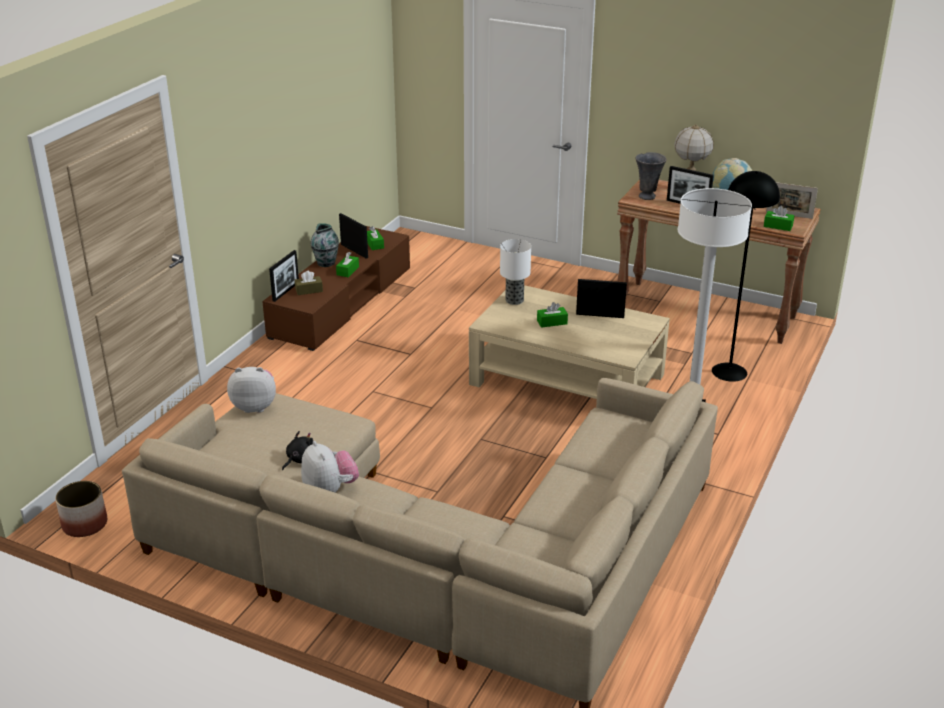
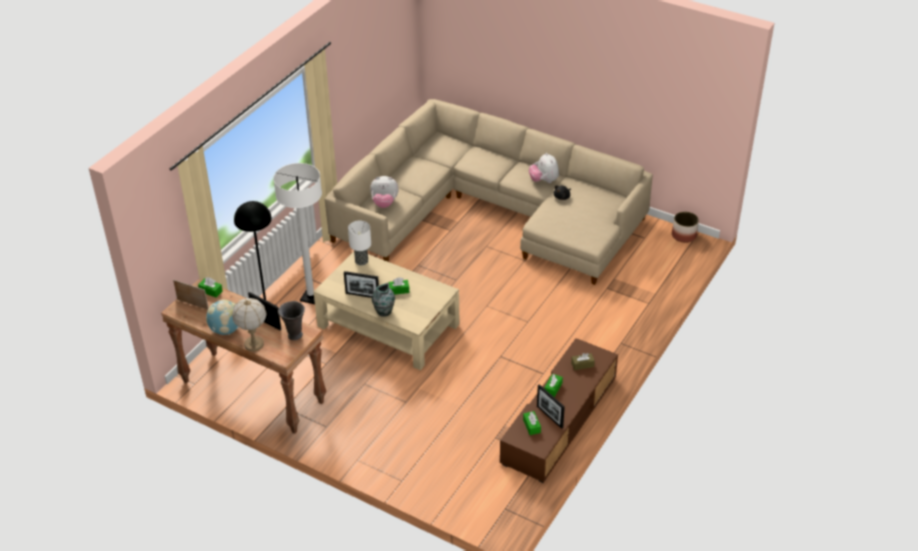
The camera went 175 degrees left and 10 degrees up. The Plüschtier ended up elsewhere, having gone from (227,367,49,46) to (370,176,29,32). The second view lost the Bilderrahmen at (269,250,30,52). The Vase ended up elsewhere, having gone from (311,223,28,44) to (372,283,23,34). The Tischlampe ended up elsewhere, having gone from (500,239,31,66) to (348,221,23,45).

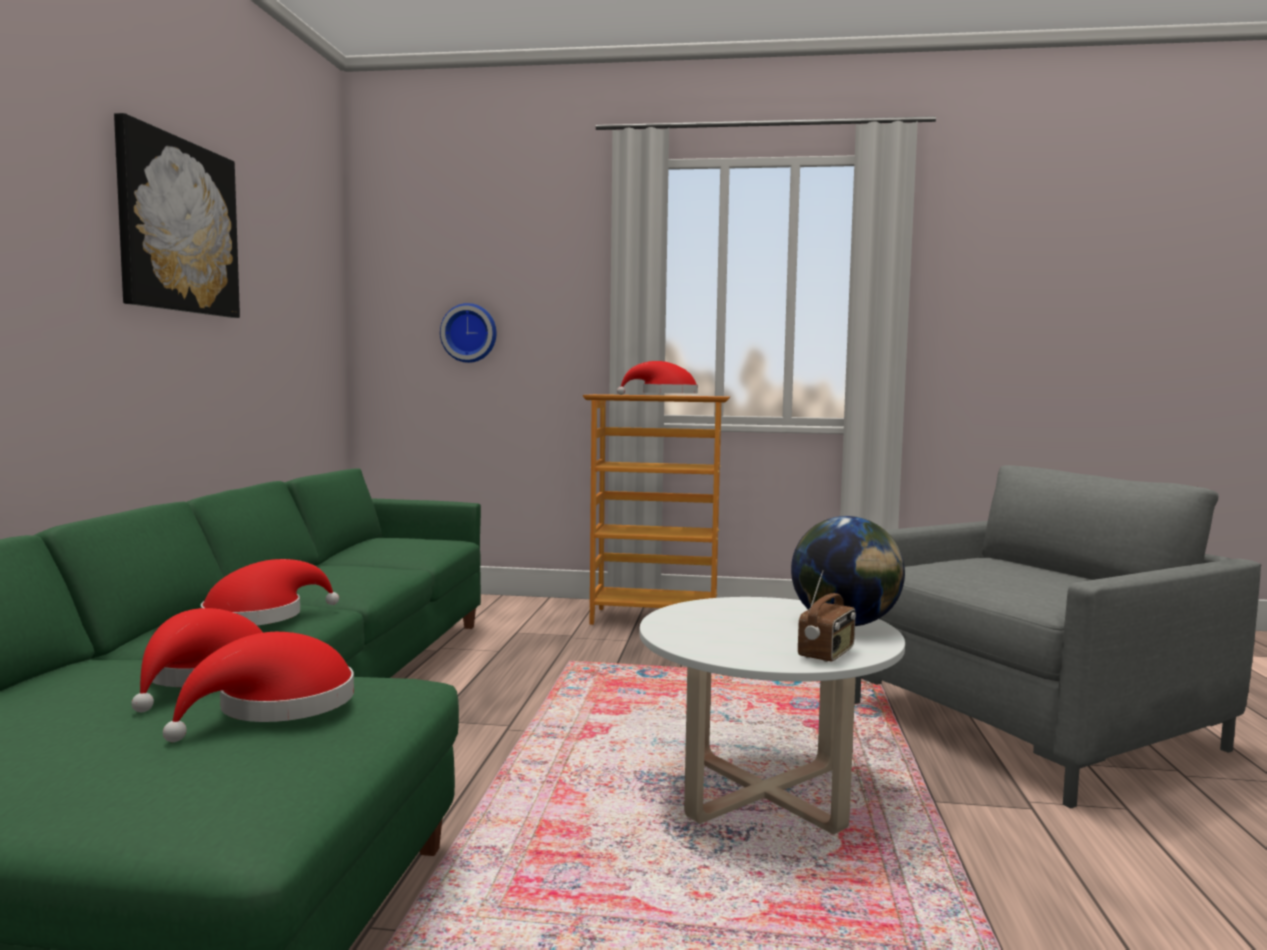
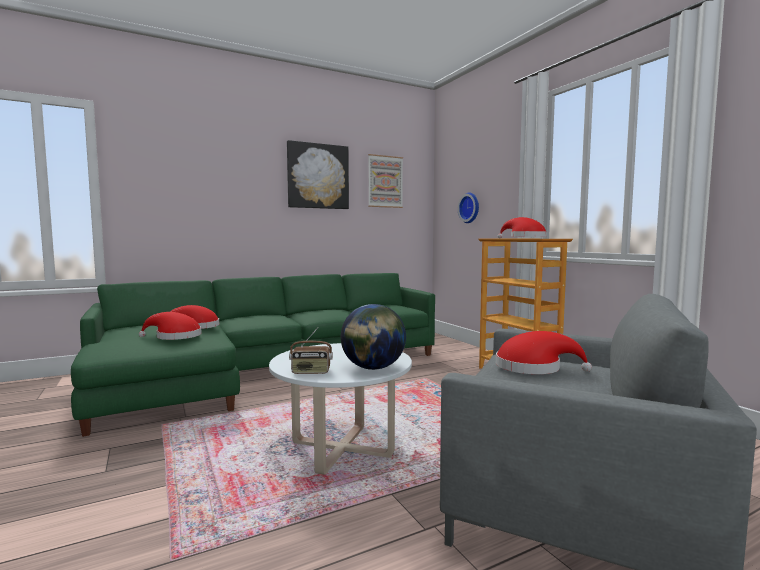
The camera went 55 degrees right and 0 degrees up. The Hut [rot] ended up elsewhere, having gone from (201,559,138,66) to (496,331,96,43). The second view gained the Bild at (368,154,35,54).

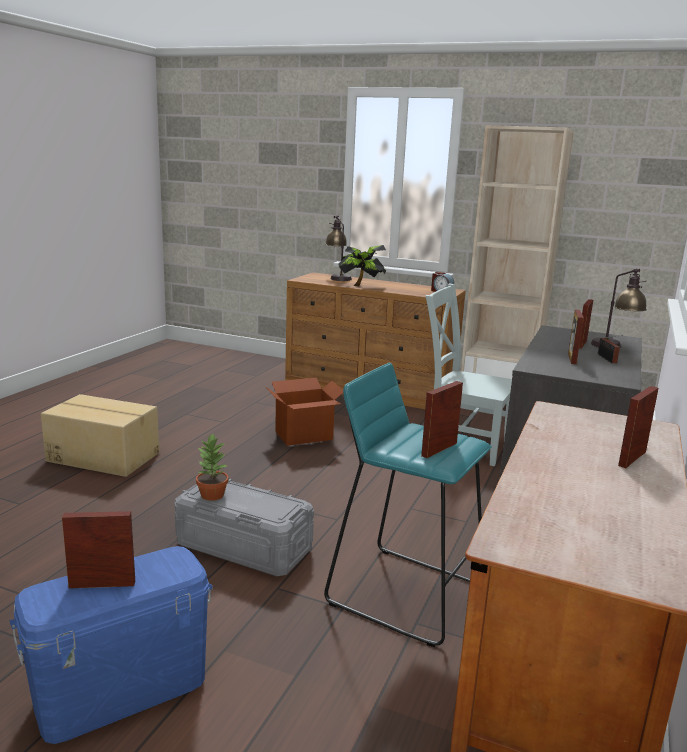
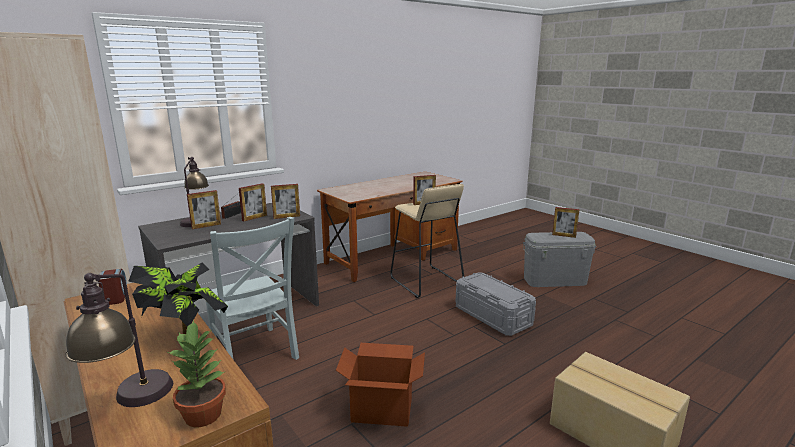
The camera went 150 degrees left and 0 degrees up. What was the Aufbewahrungsbox [blau] at (9,546,204,198) turned into the Aufbewahrungsbox [grau] at (523,232,73,55). The Topfpflanze ended up elsewhere, having gone from (196,433,32,68) to (168,320,58,107). What was the Hocker [türkis] at (324,363,168,284) turned into the Hocker [beige] at (390,184,74,114). The Bilderrahmen ended up elsewhere, having gone from (618,386,40,82) to (271,184,29,35).

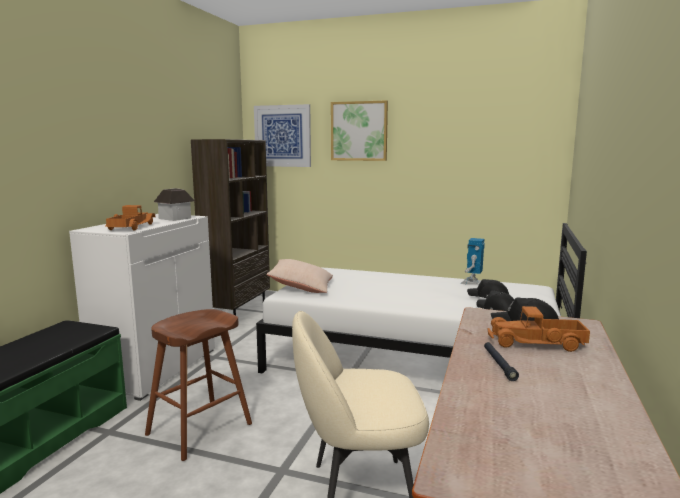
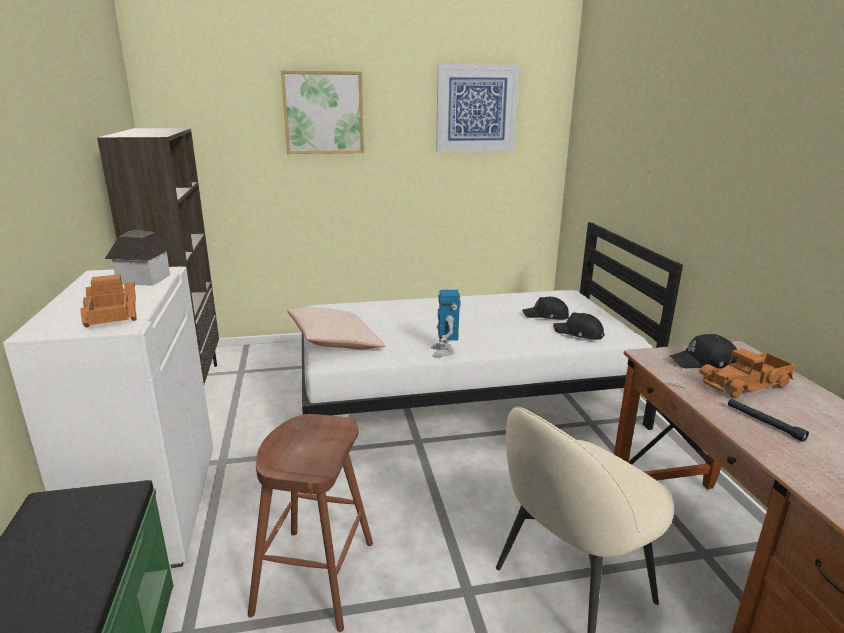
The camera went 30 degrees left and 10 degrees up. The Bild ended up elsewhere, having gone from (254,104,57,63) to (436,64,83,88). The Spielzeugroboter ended up elsewhere, having gone from (461,238,24,47) to (431,290,30,67).

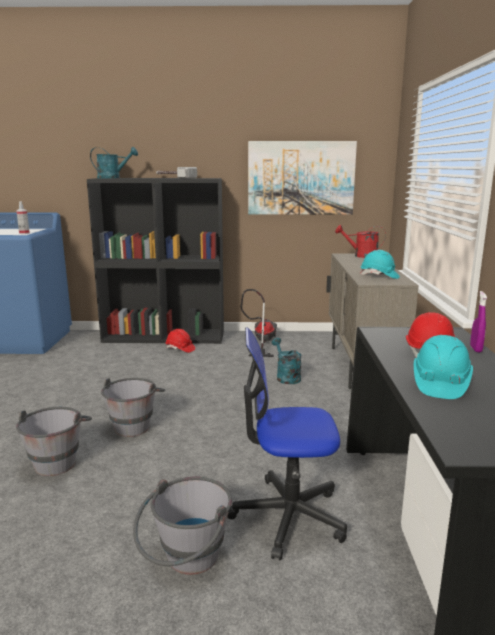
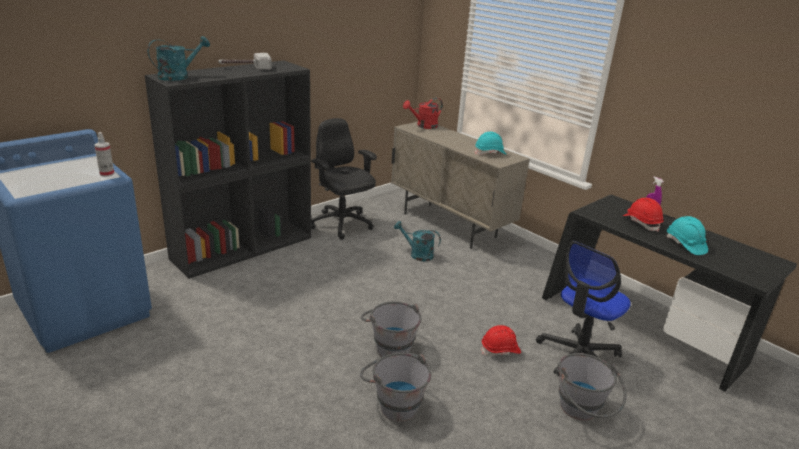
The camera went 45 degrees left and 10 degrees up. The Schutzhelm [rot] ended up elsewhere, having gone from (166,329,29,24) to (481,325,40,31). Where the Staubsauger stood at (241,289,36,68), the Bürostuhl [schwarz] came to stand at (311,118,66,122). The second view lost the Bild at (248,141,109,74).

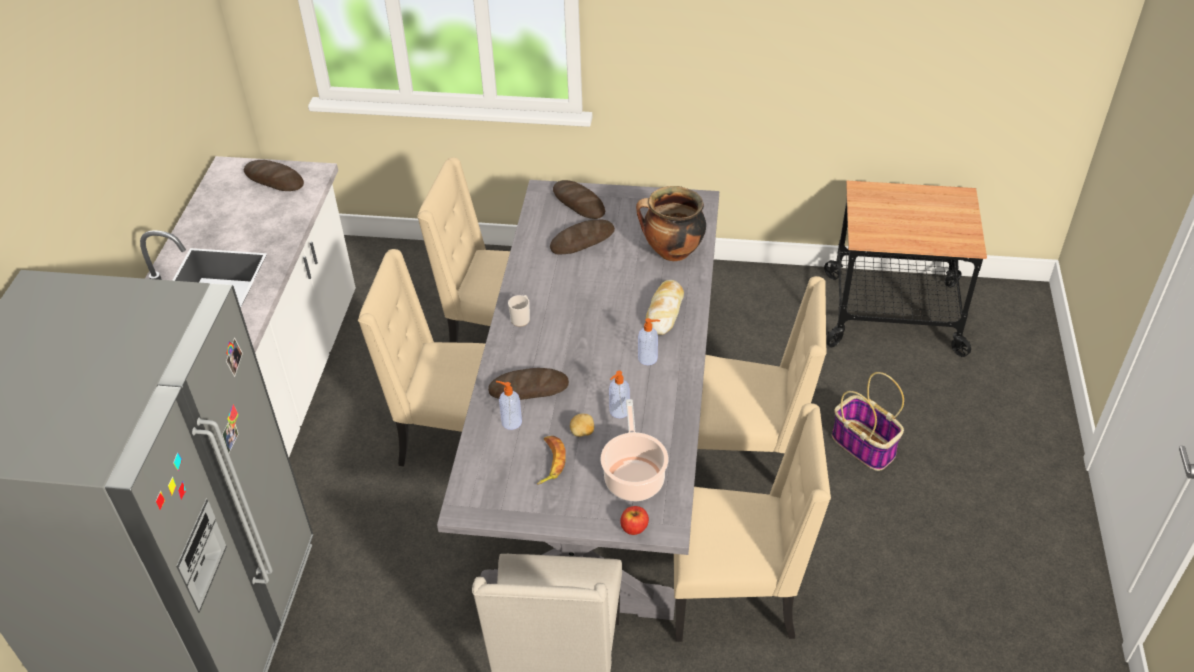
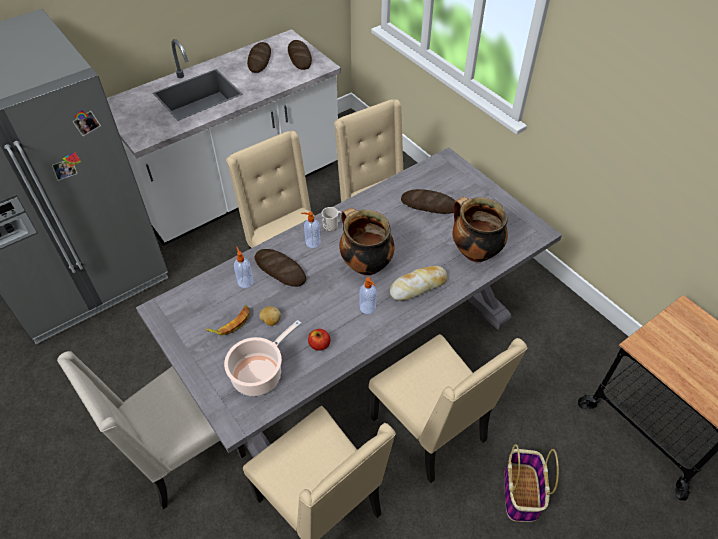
The camera went 45 degrees right and 5 degrees up. The Brot ended up elsewhere, having gone from (553,180,52,39) to (247,42,24,31). The Seifenspender ended up elsewhere, having gone from (609,371,21,47) to (301,212,20,36). The Apfel ended up elsewhere, having gone from (620,506,29,29) to (308,329,23,22). The second view gained the Kochtopf at (339,208,55,68).

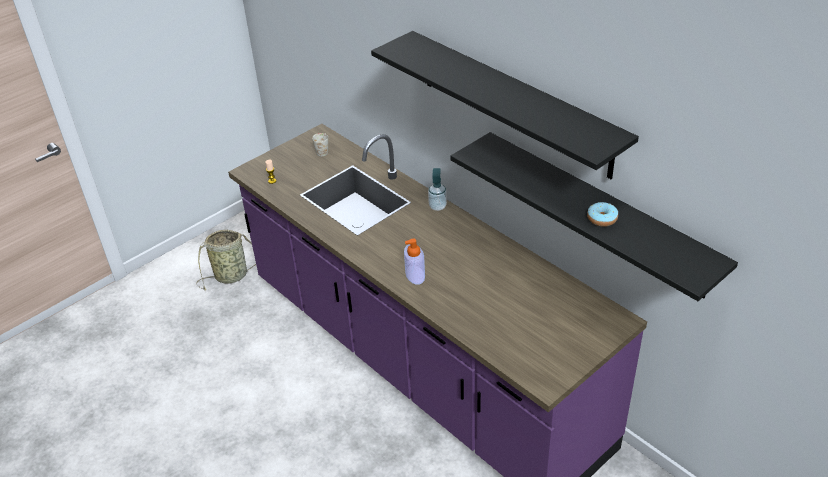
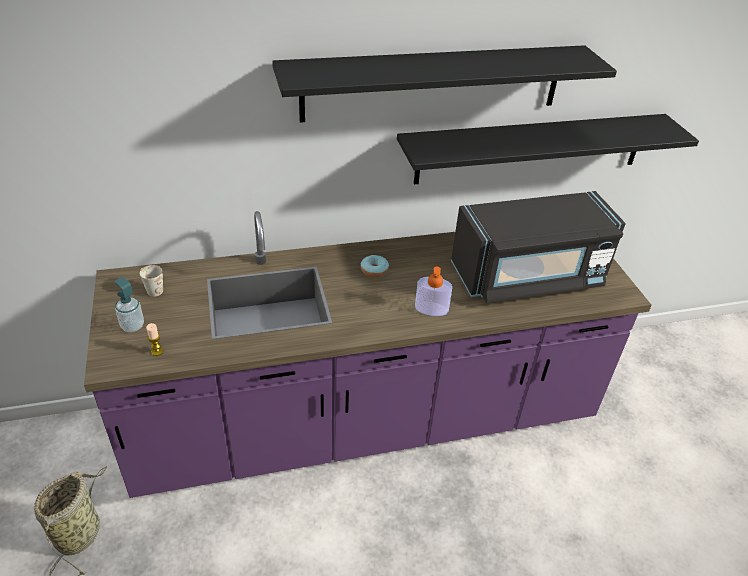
The camera went 65 degrees left and 0 degrees up. The Seifenspender ended up elsewhere, having gone from (428,168,19,43) to (115,277,29,55). The Donut ended up elsewhere, having gone from (587,202,31,25) to (361,255,28,22). The second view gained the Mikrowelle [schwarz] at (451,191,174,112).

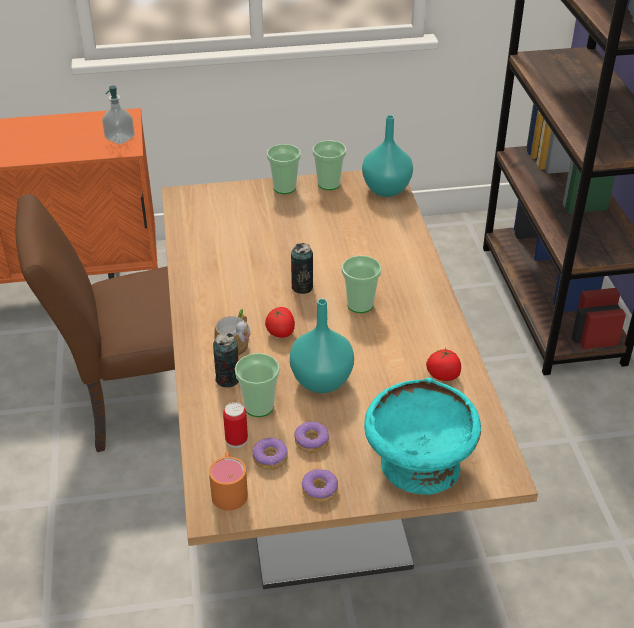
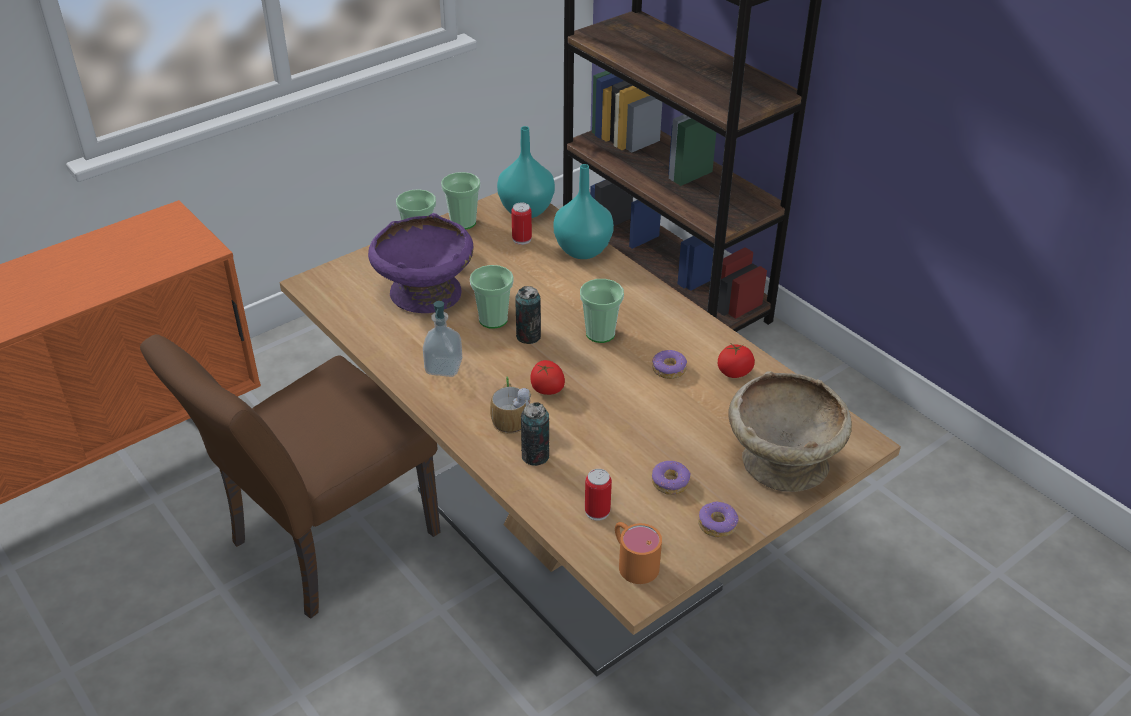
The camera went 30 degrees left and 0 degrees up. The Seifenspender ended up elsewhere, having gone from (102,86,33,59) to (423,301,39,76). The Tasse ended up elsewhere, having gone from (235,353,45,64) to (470,265,44,64). The Donut ended up elsewhere, having gone from (252,438,36,32) to (652,350,35,29). The Vase [türkis] ended up elsewhere, having gone from (290,299,64,94) to (553,164,61,95). What was the Schüssel [türkis] at (364,377,117,118) turned into the Schüssel [beige] at (728,371,124,121). The second view gained the Schüssel [lila] at (368,213,106,100). The second view gained the Dose at (511,202,21,43).

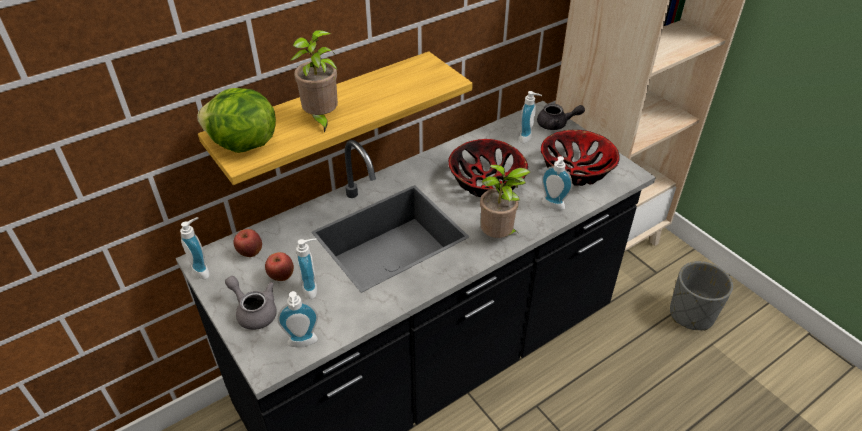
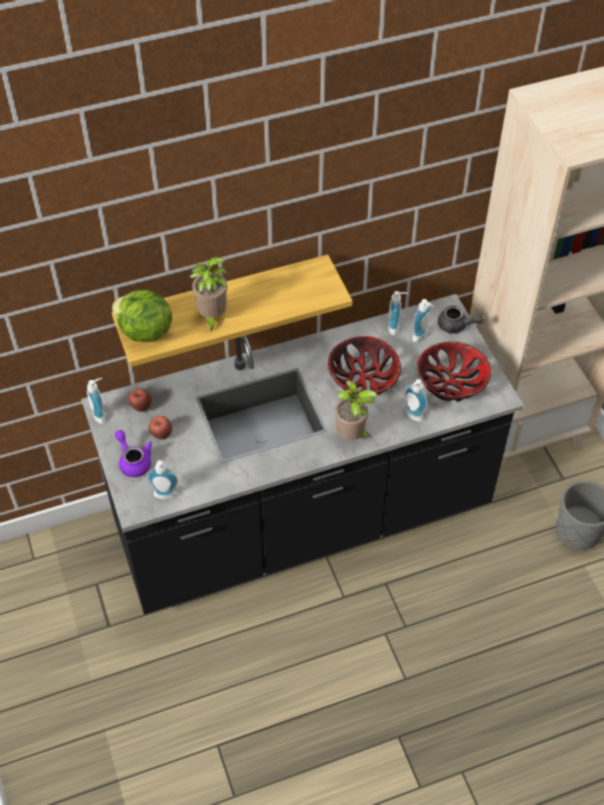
The camera went 15 degrees right and 10 degrees up. What was the Teekanne [grau] at (225,276,52,54) turned into the Teekanne [lila] at (115,430,37,47). The Seifenspender ended up elsewhere, having gone from (296,239,21,60) to (388,291,20,45).

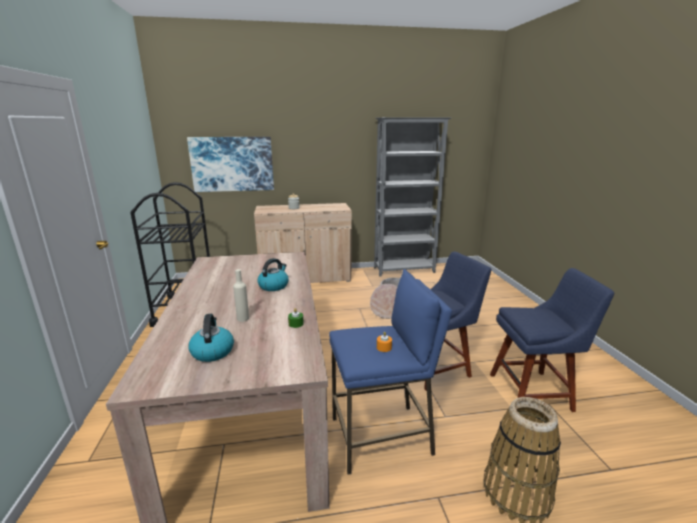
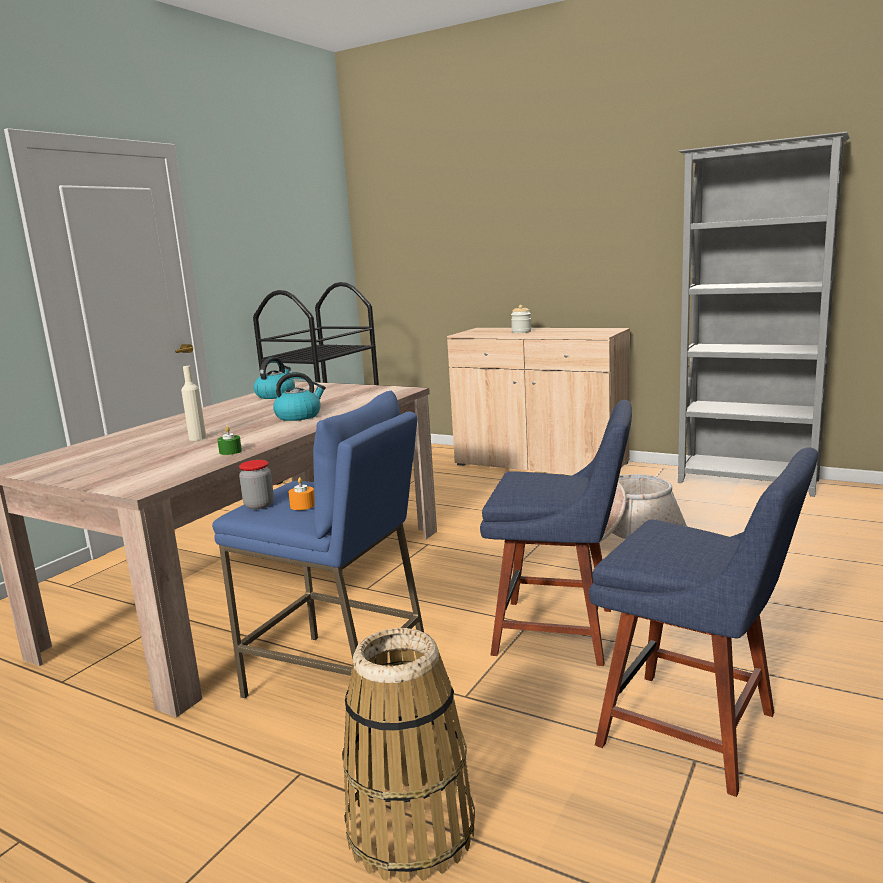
The camera went 40 degrees right and 5 degrees down. The second view lost the Bild at (187,137,87,55). The Wasserkessel ended up elsewhere, having gone from (188,314,46,48) to (254,357,41,42). The second view gained the Vorratsglas at (239,460,35,49).

